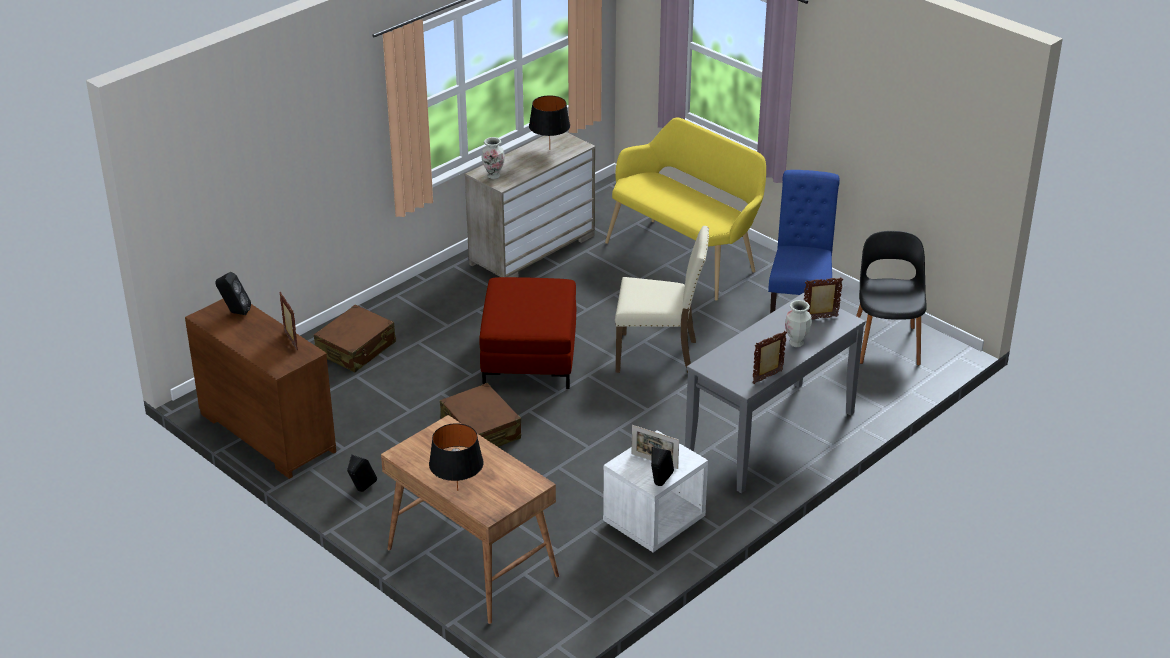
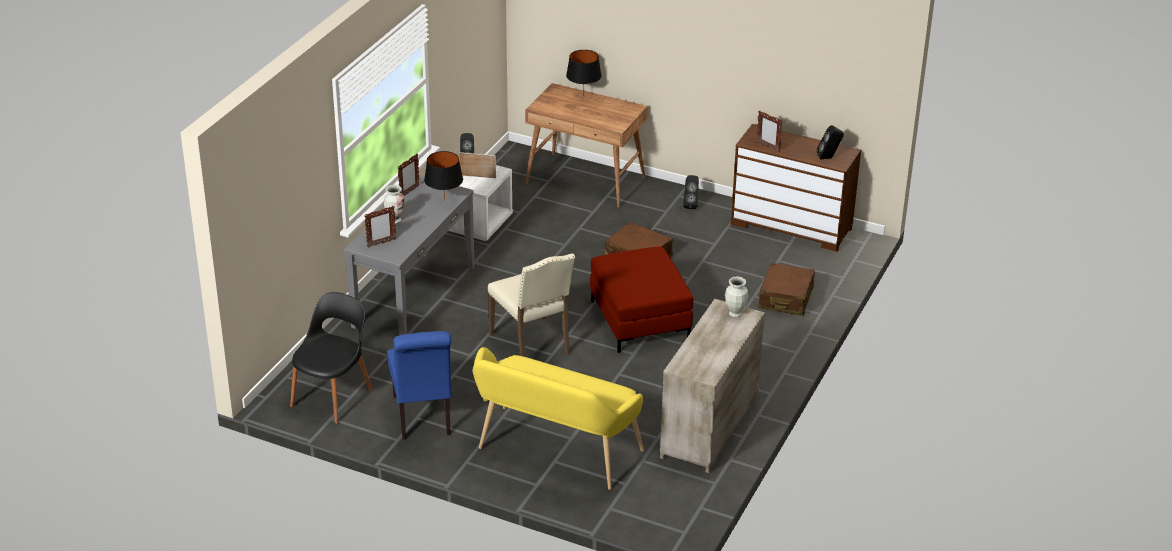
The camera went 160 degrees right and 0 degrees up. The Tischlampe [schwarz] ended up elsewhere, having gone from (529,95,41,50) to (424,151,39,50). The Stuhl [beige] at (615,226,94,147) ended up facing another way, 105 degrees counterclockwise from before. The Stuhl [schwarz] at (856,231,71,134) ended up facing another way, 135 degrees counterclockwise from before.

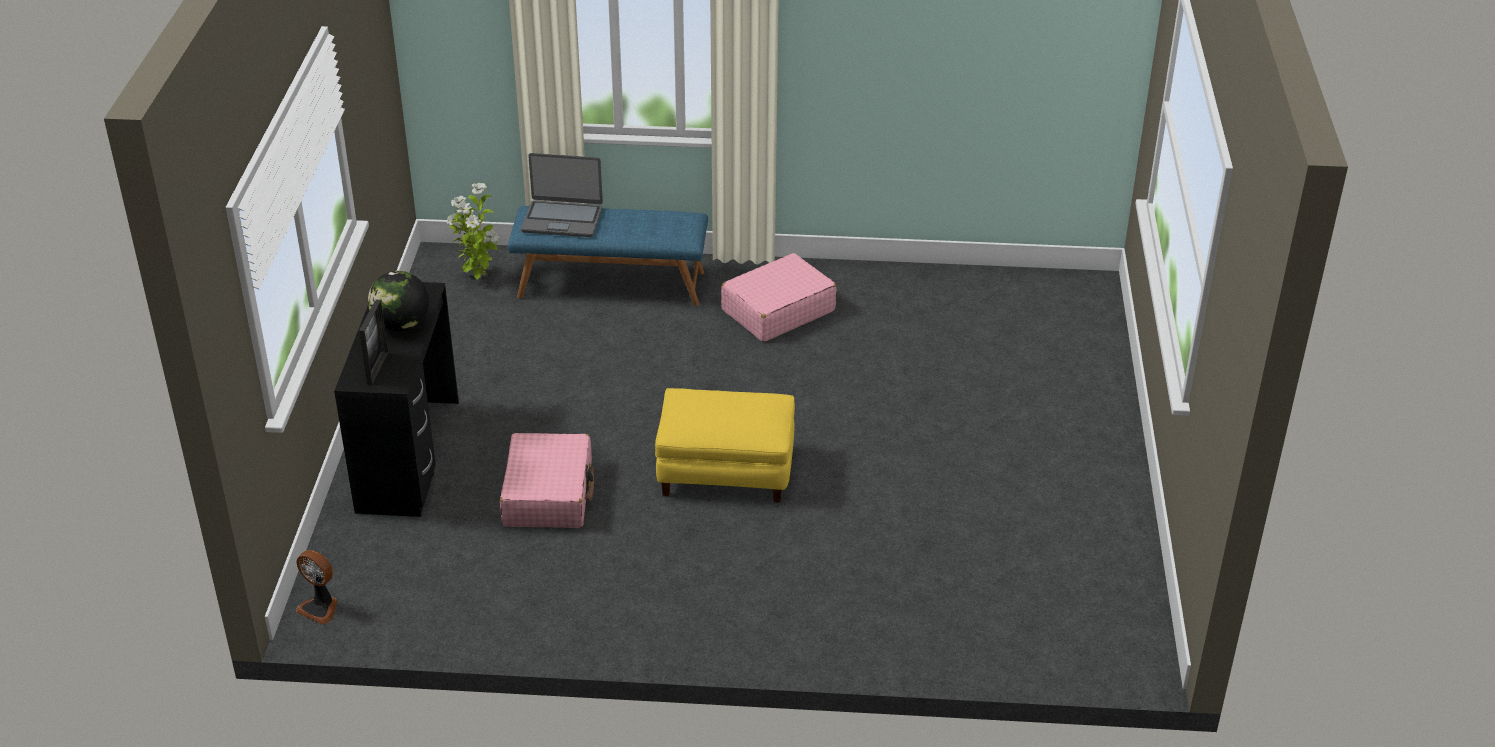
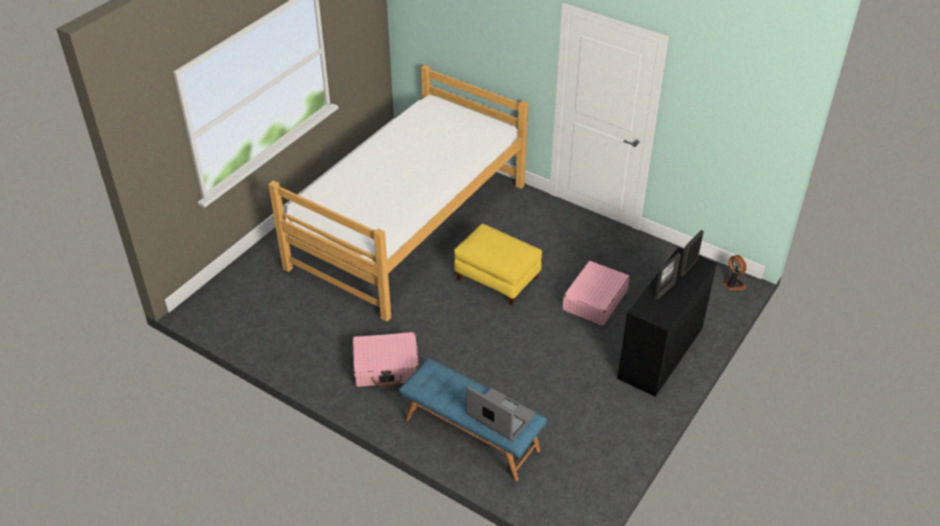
The camera went 150 degrees left and 5 degrees up. Where the Globus stood at (368,271,61,60), the Bilderrahmen came to stand at (655,253,26,47). The second view lost the Topfpflanze at (446,183,53,97). The second view gained the Bett at (268,65,260,256).

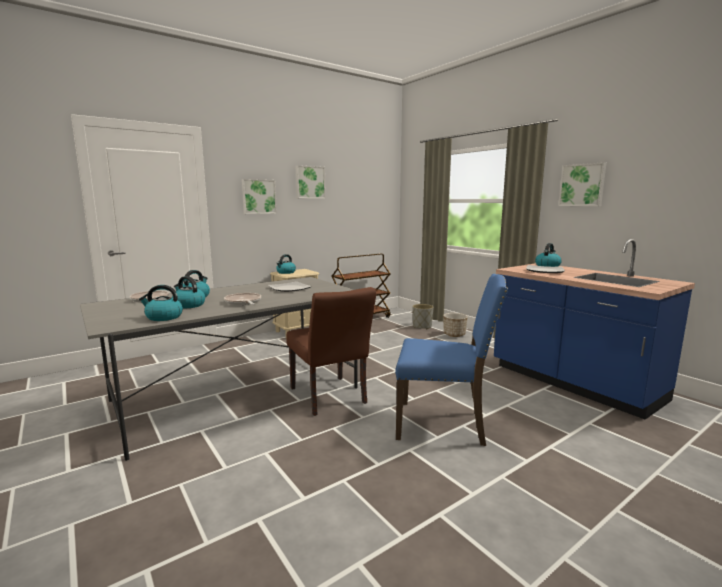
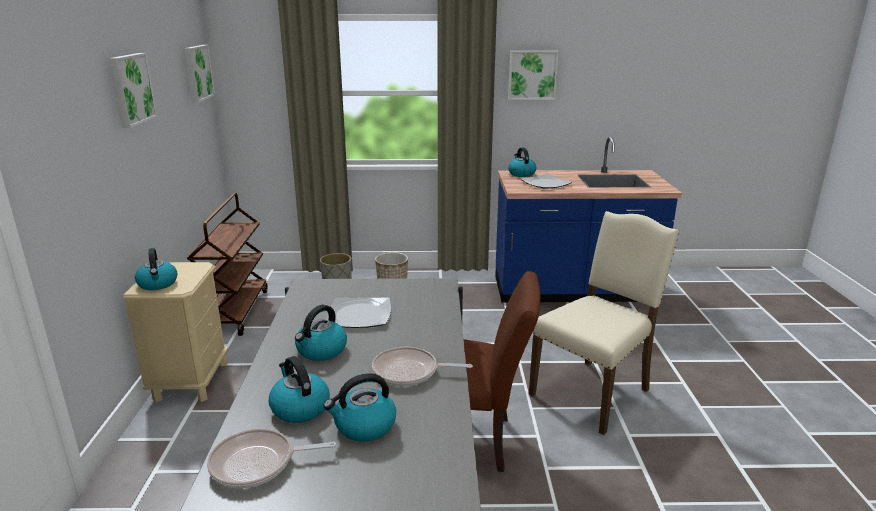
The camera went 55 degrees left and 10 degrees up. The Wasserkessel ended up elsewhere, having gone from (139,285,44,36) to (295,305,52,56). The Bild ended up elsewhere, having gone from (242,179,35,35) to (184,45,31,58). What was the Stuhl [blau] at (395,274,114,172) turned into the Stuhl [beige] at (529,211,151,224).

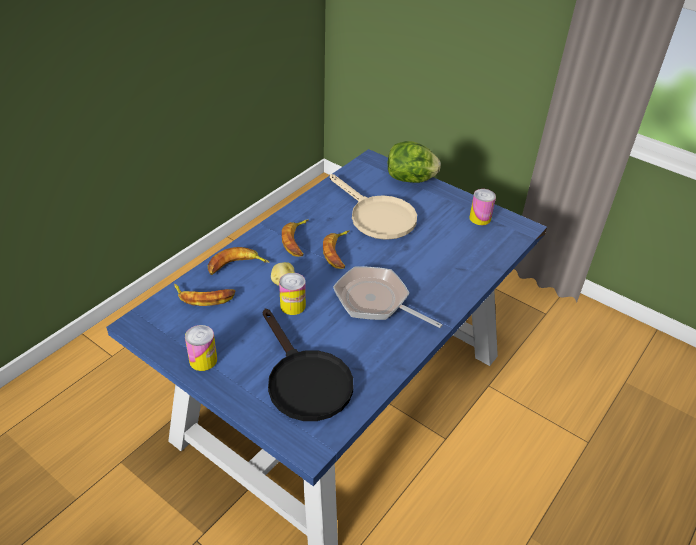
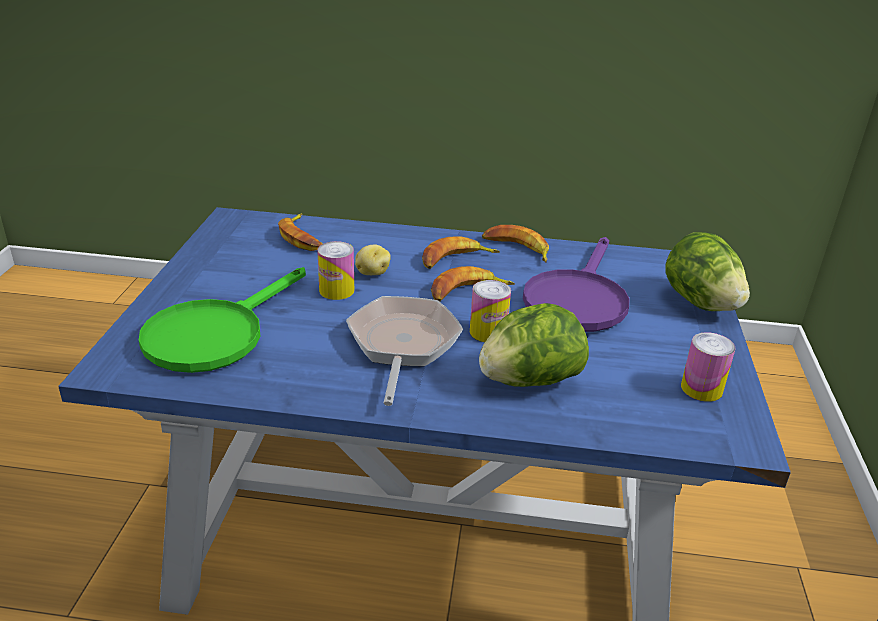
The camera went 60 degrees right and 10 degrees down. The Dose ended up elsewhere, having gone from (185,325,32,46) to (470,280,41,62). The Banane ended up elsewhere, having gone from (208,247,61,28) to (482,225,67,38). What was the Pfanne [schwarz] at (263,309,90,112) turned into the Pfanne [grün] at (139,267,167,106). What was the Pfanne [beige] at (330,174,87,66) turned into the Pfanne [lila] at (523,237,107,95). The second view gained the Salatkopf at (479,303,110,84).

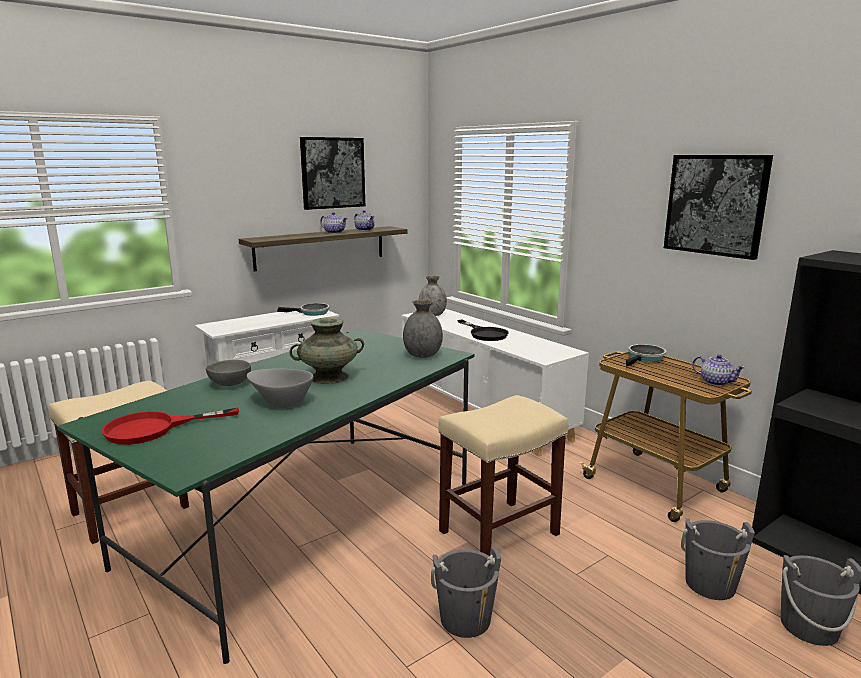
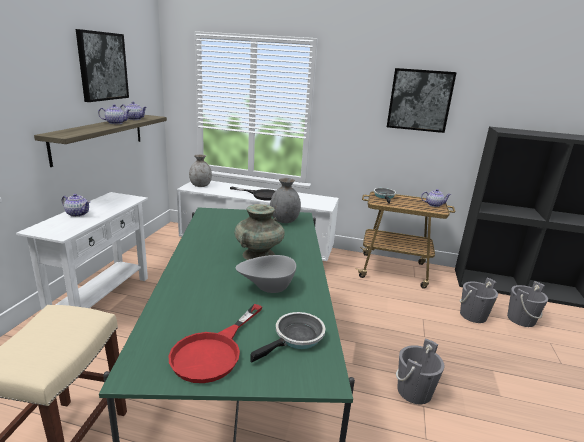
The camera went 40 degrees left and 5 degrees up. The second view lost the Schüssel [grau] at (206,360,45,26). The Pfanne ended up elsewhere, having gone from (277,303,53,13) to (251,312,74,51). The second view lost the Hocker [beige] at (438,395,130,161). The second view gained the Teekanne at (62,194,28,23).

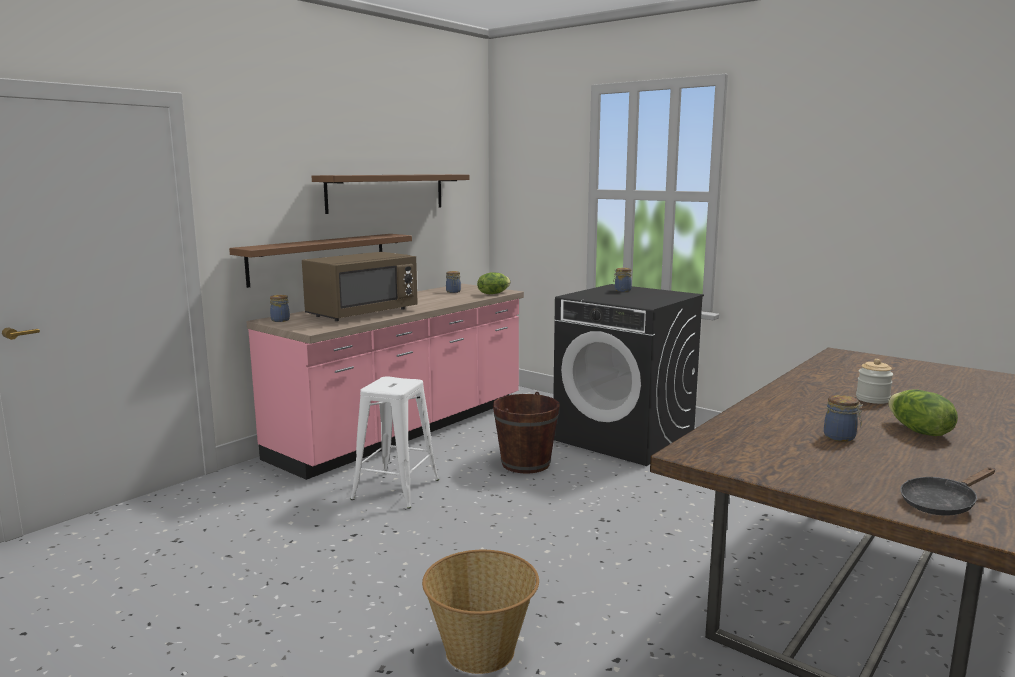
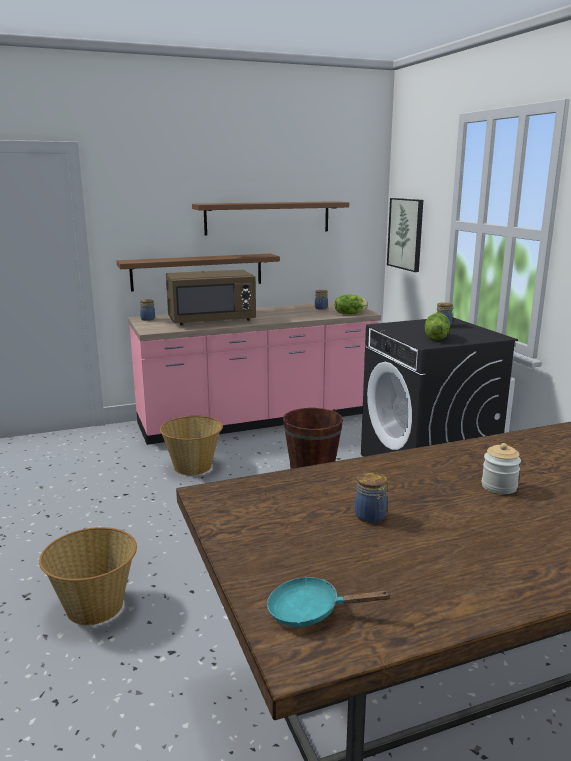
The camera went 30 degrees right and 5 degrees up. Where the Hocker [weiß] stood at (350,377,89,132), the Korb came to stand at (160,416,63,59). The Salatkopf ended up elsewhere, having gone from (888,389,70,47) to (425,313,25,27). What was the Pfanne [schwarz] at (901,467,94,49) turned into the Pfanne [türkis] at (267,577,124,50). The second view gained the Bild at (387,198,36,74).

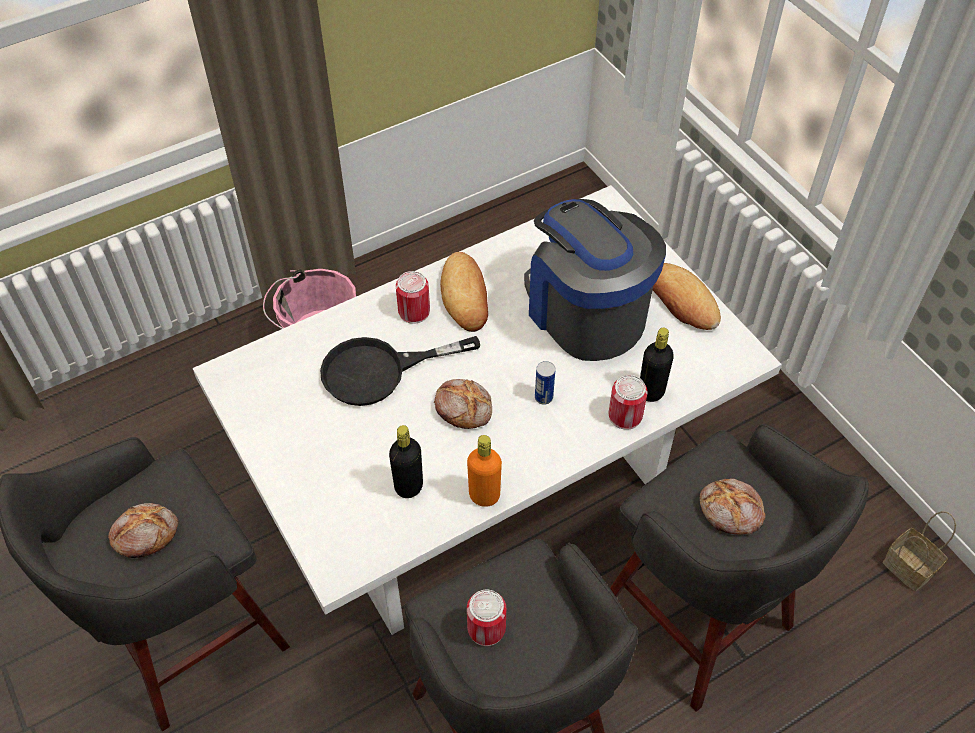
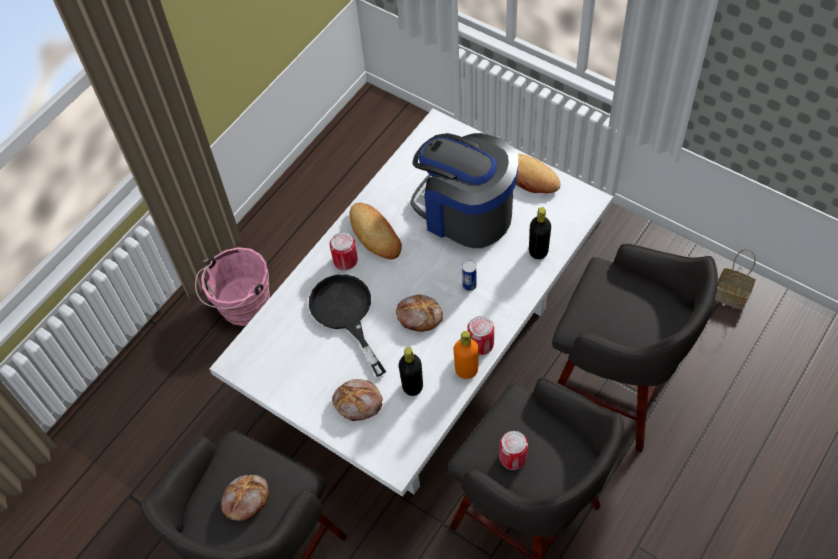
The camera went 20 degrees left and 5 degrees up. The Pfanne [schwarz] at (320,336,160,70) ended up facing another way, 105 degrees clockwise from before. The Dose ended up elsewhere, having gone from (608,375,40,55) to (467,316,27,39). The Brot ended up elsewhere, having gone from (700,478,65,57) to (332,379,51,42).

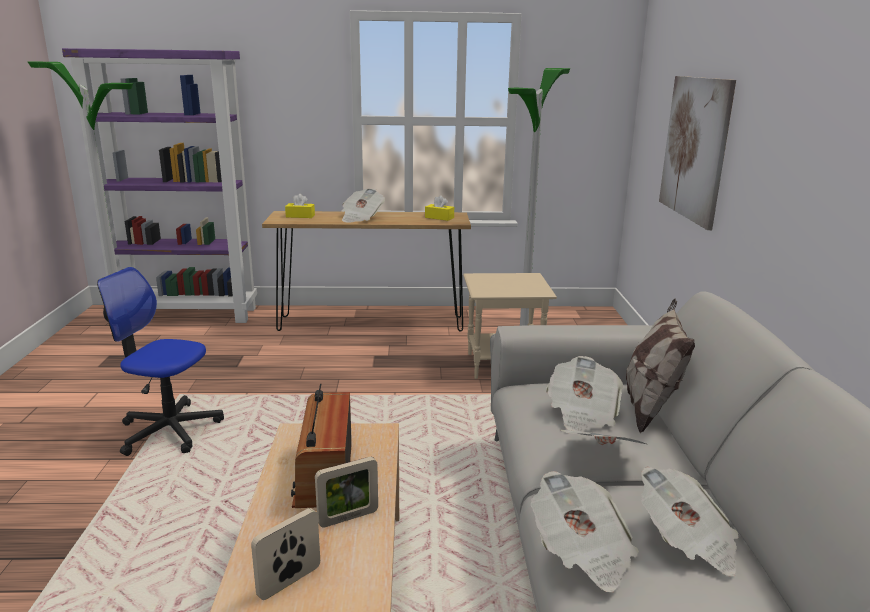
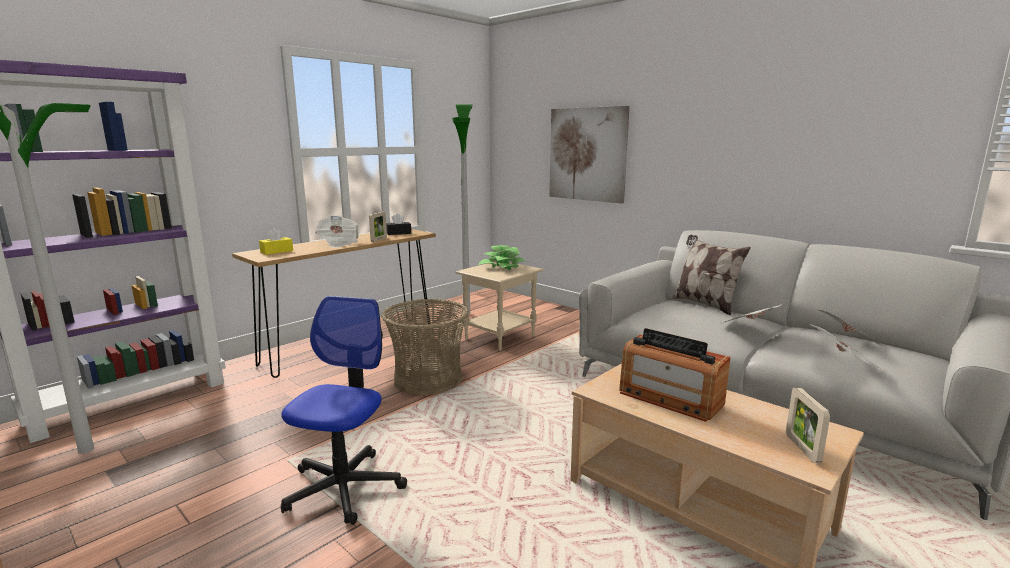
The camera went 45 degrees left and 5 degrees down. The Bürostuhl at (97,267,127,189) ended up facing another way, 135 degrees clockwise from before. The Bilderrahmen ended up elsewhere, having gone from (315,457,63,71) to (369,212,18,30). What was the Taschentuchbox [gelb] at (425,195,29,26) turned into the Taschentuchbox [schwarz] at (386,213,25,22). The second view lost the Zeitung at (546,356,77,76). The second view gained the Korb at (381,299,88,96). The second view gained the Topfpflanze at (478,245,50,25).

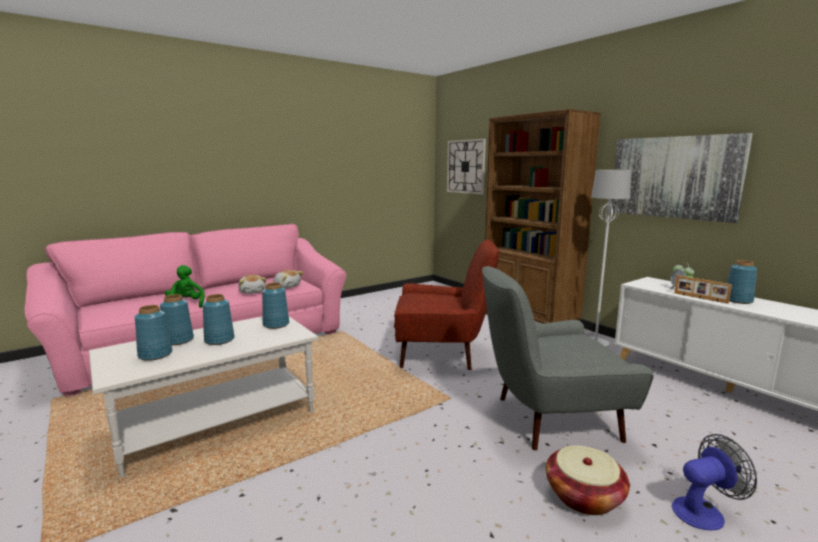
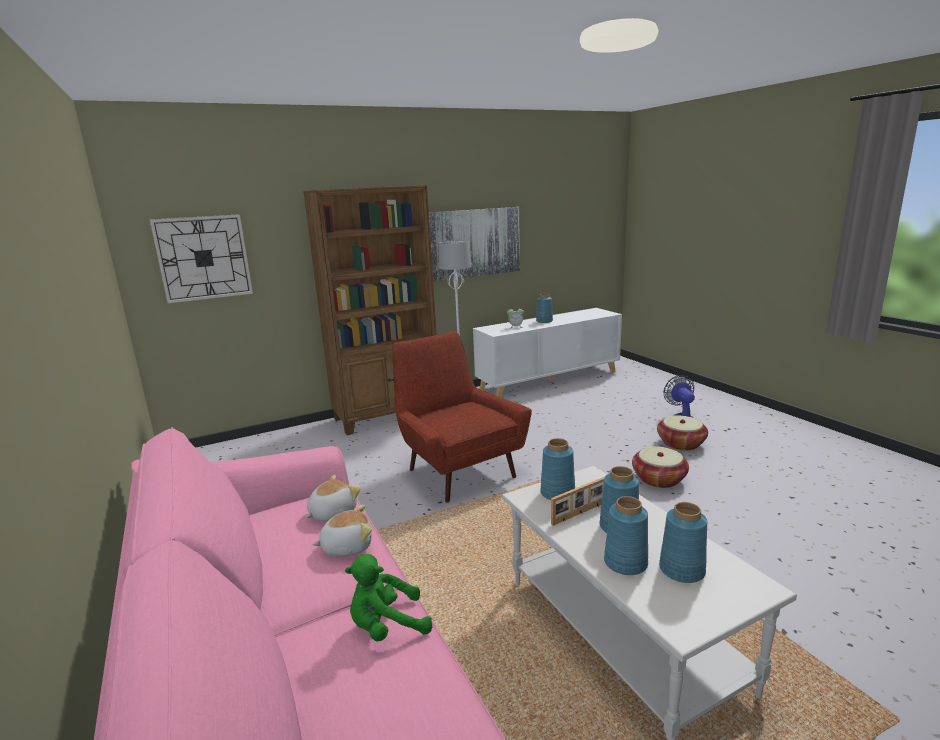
The camera went 80 degrees left and 5 degrees up. The Sessel [rot] at (394,240,106,130) ended up facing another way, 45 degrees counterclockwise from before. The second view lost the Sessel [grau] at (482,266,172,184). The Bilderrahmen ended up elsewhere, having gone from (675,275,57,29) to (551,477,54,49). The second view gained the Korb at (632,447,57,41).

